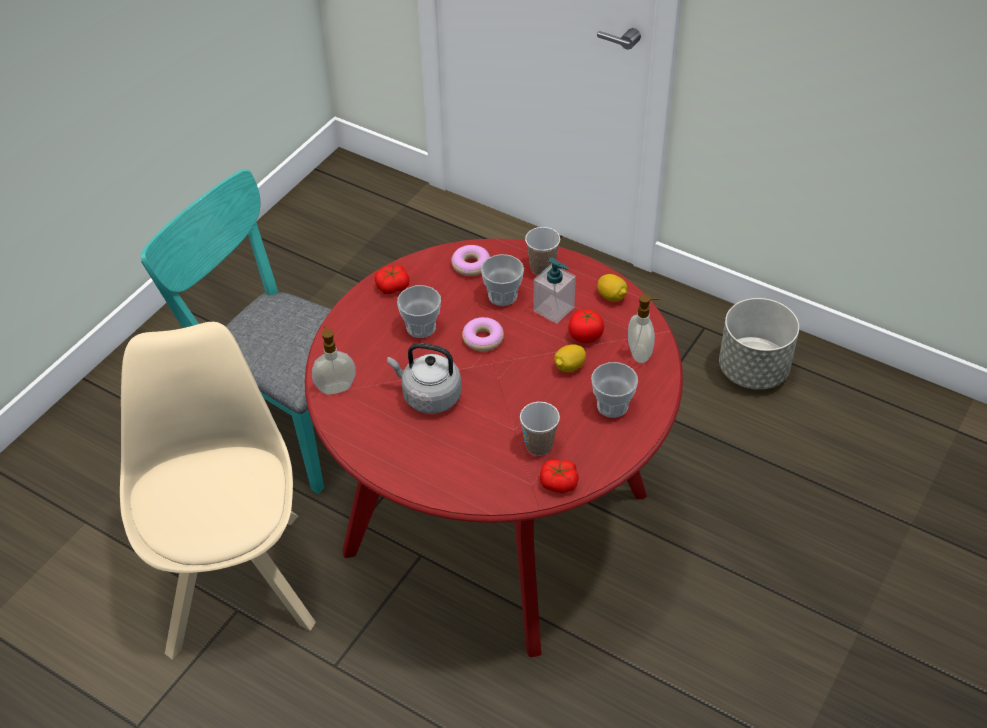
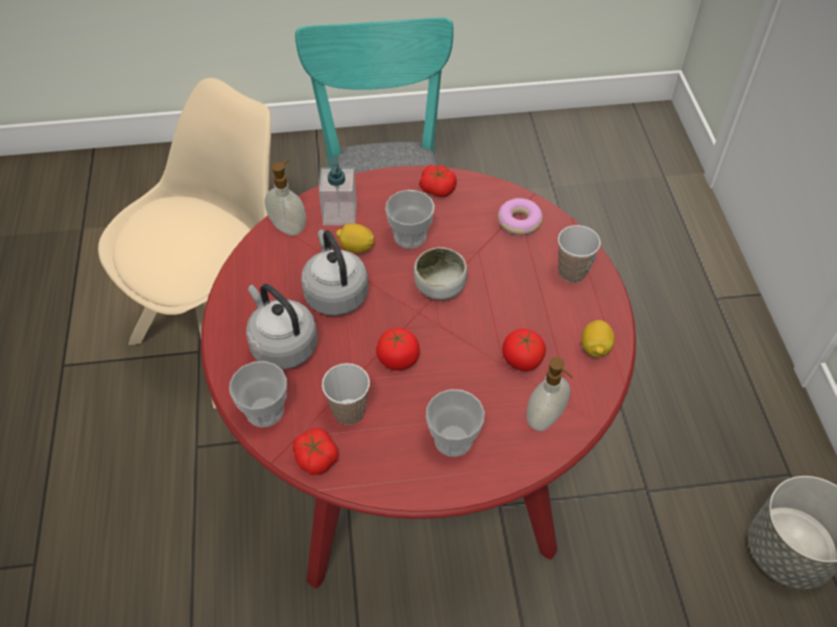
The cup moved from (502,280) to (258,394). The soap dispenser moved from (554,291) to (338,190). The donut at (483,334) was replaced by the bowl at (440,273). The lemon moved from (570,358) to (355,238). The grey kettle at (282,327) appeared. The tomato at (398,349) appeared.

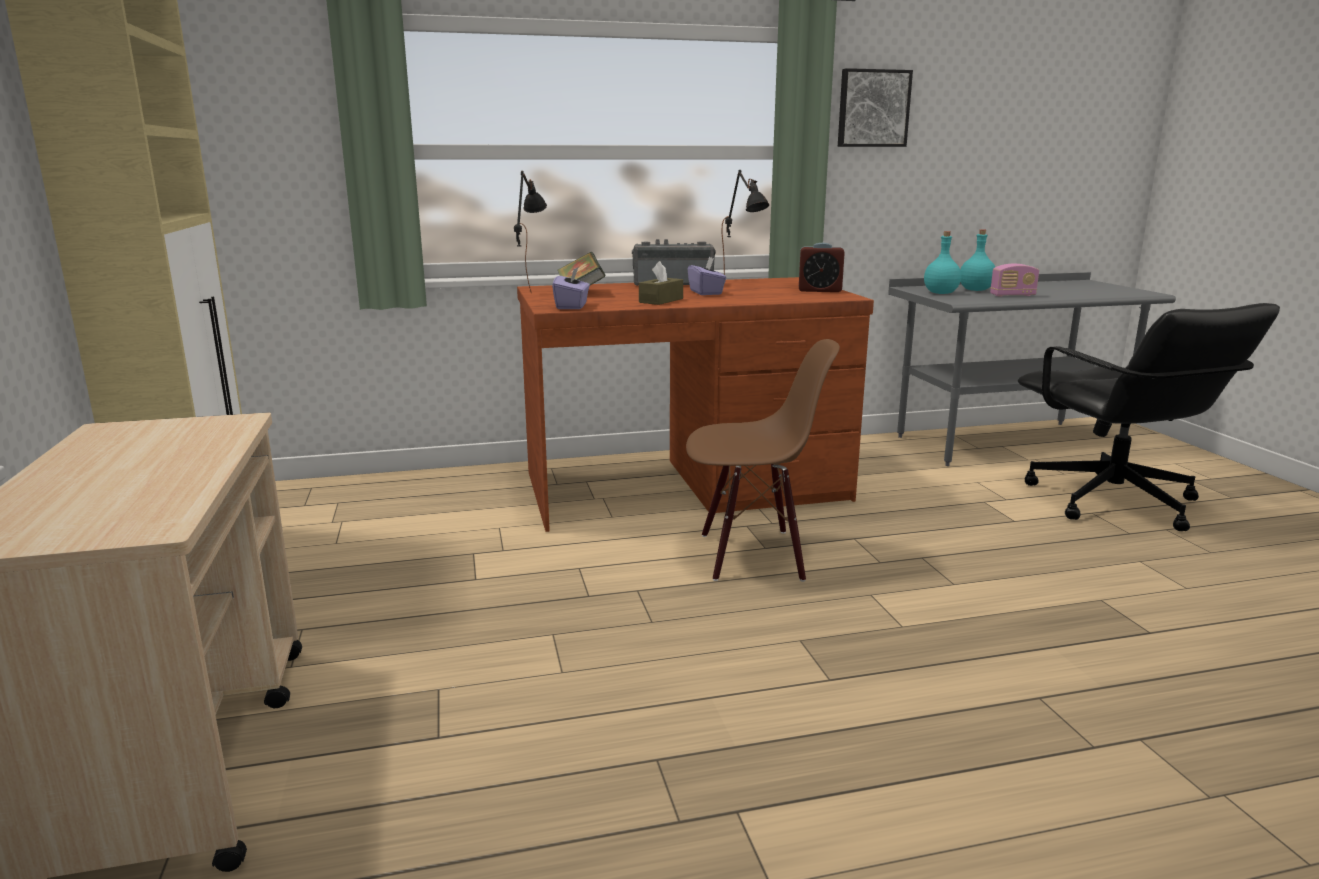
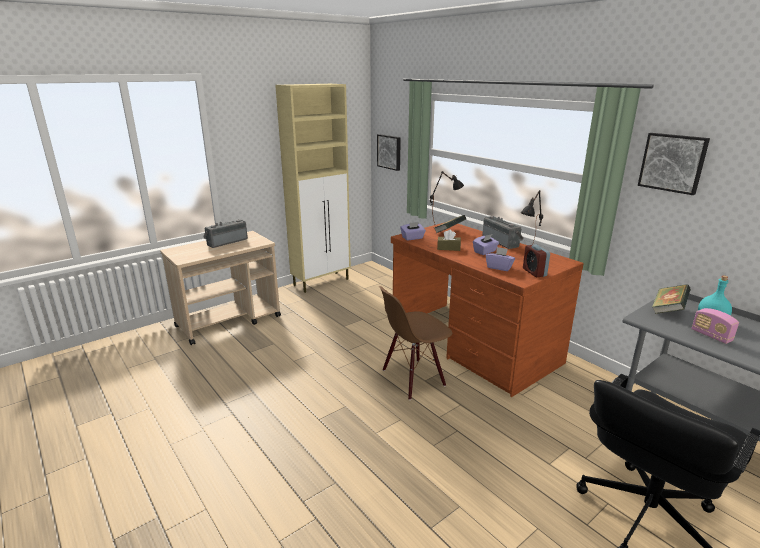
The turquoise bottle at (942,262) was replaced by the book at (671,299). The brown chair at (763,460) turned 90 degrees clockwise. The picture at (389,152) appeared. The radio at (225,233) appeared. The purple tissue box at (500,259) appeared.

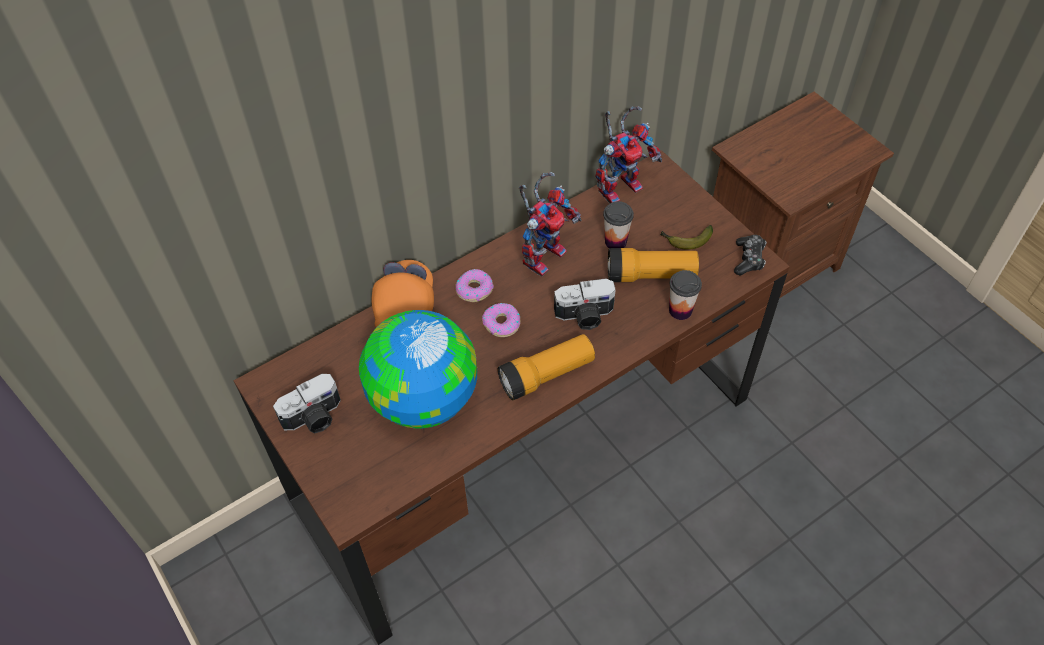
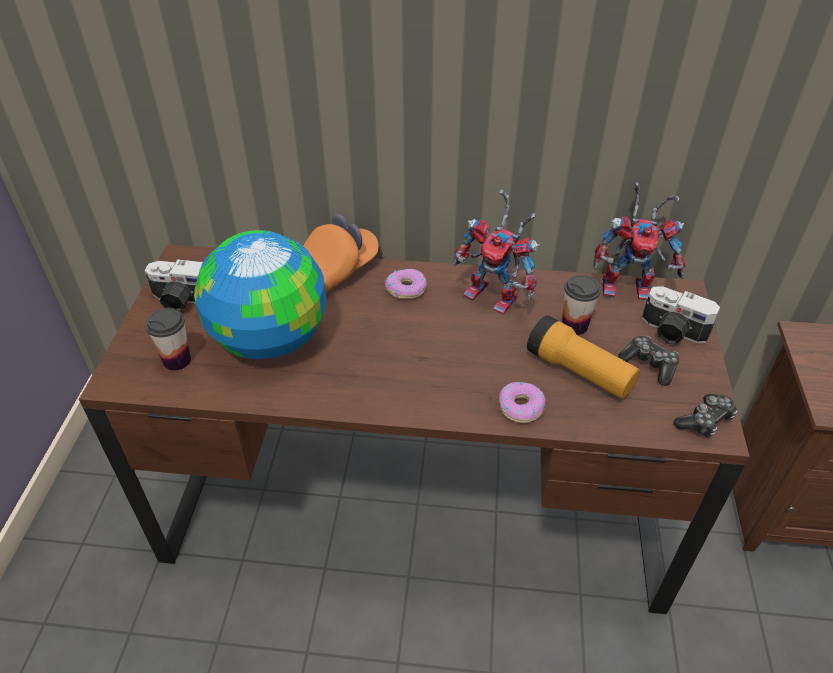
The toy robot at (550,224) turned 45 degrees clockwise. The banana at (686,237) was replaced by the game controller at (648,360). The cup moved from (685,295) to (168,339). The photo camera moved from (585,304) to (681,316). The donut moved from (501,320) to (522,402). The flashlight at (546,367) disappeared.

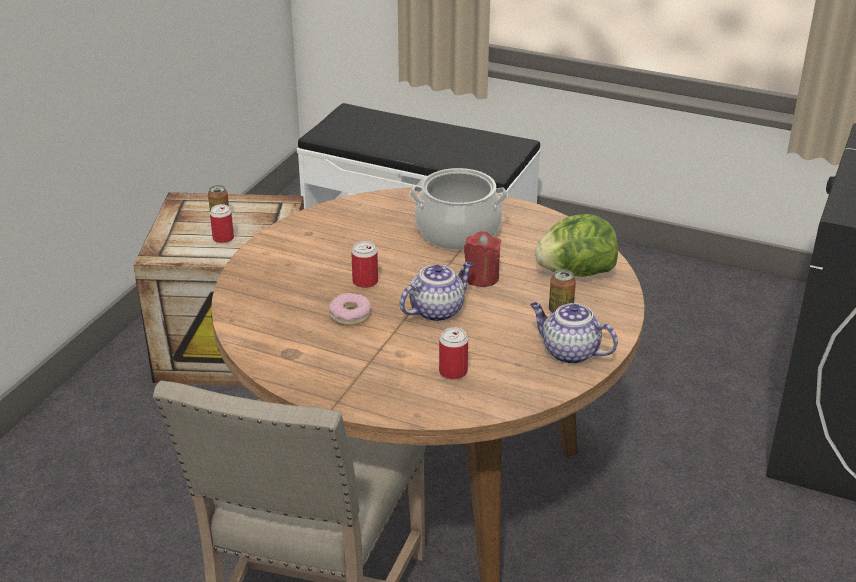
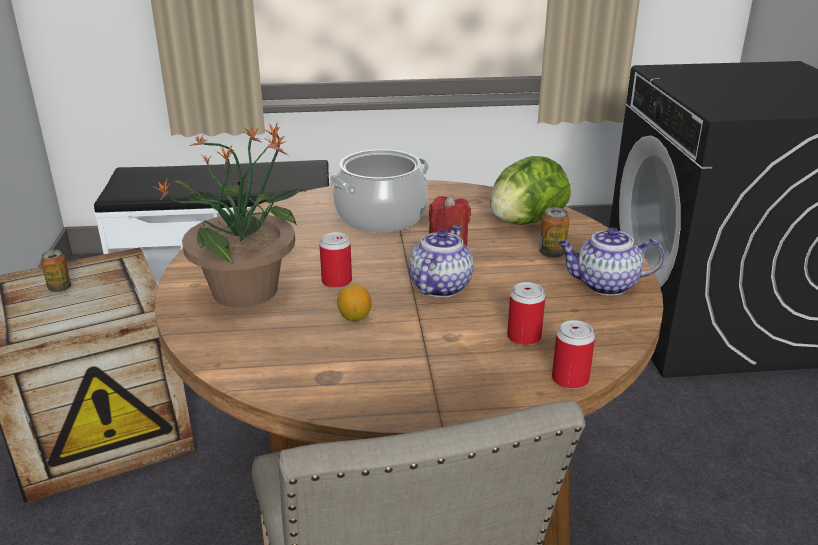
The can moved from (222,223) to (573,354). The donut at (350,309) was replaced by the lemon at (354,302). The potted plant at (229,215) appeared.

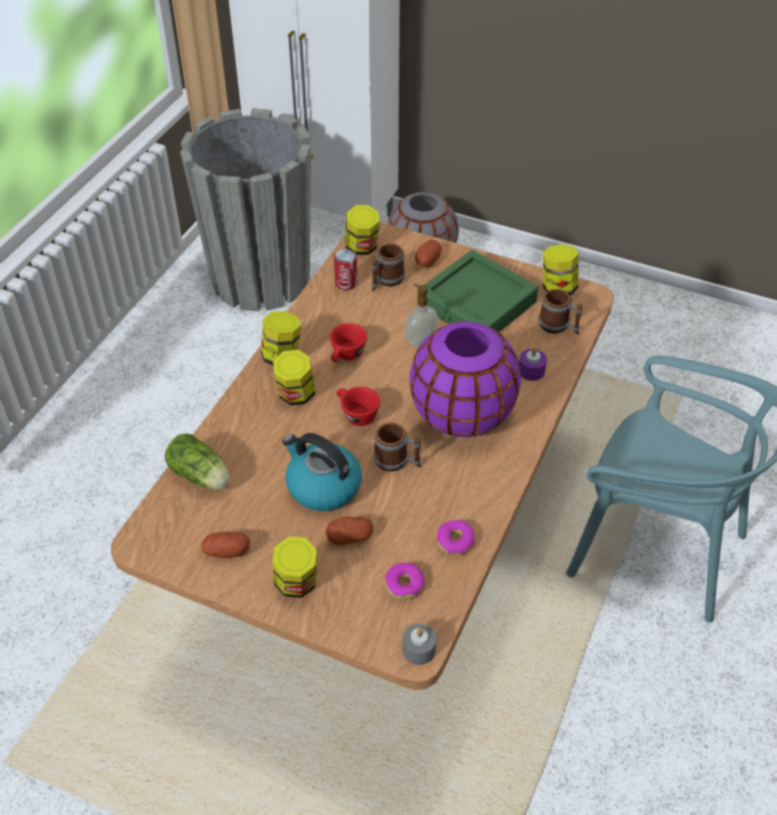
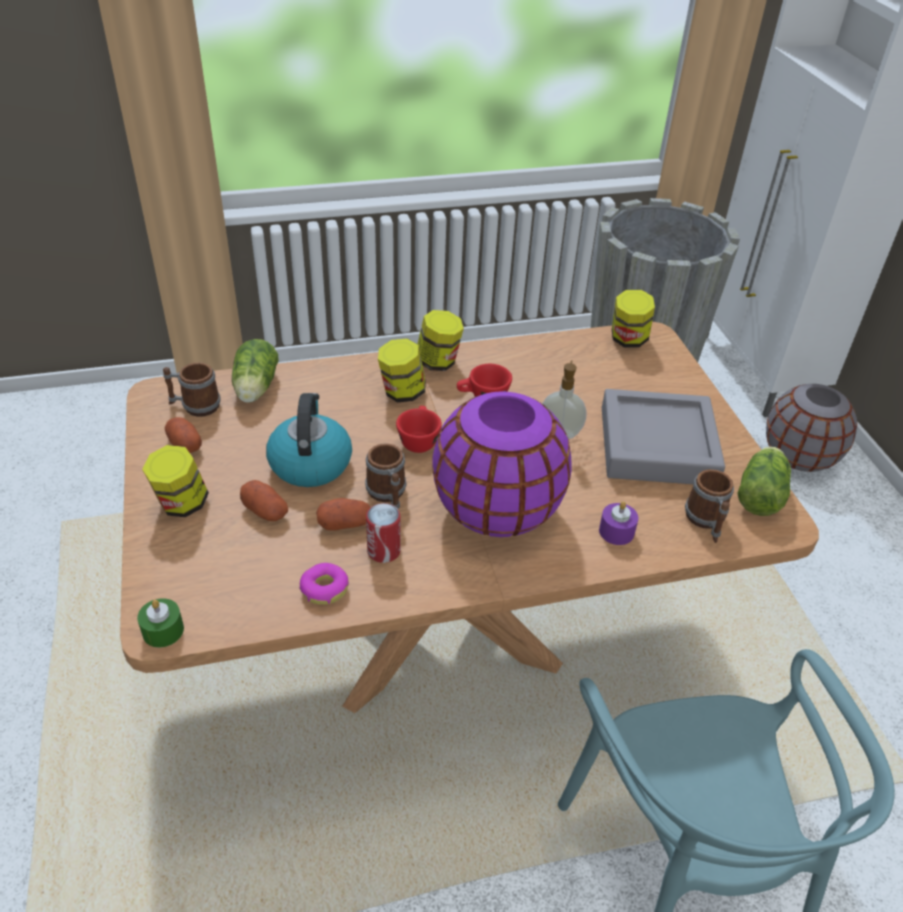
The potato moved from (428,254) to (343,514). The mug moved from (388,267) to (191,389). The jar at (561,269) was replaced by the lettuce at (764,481). The can moved from (345,269) to (383,533). The green tray at (477,291) became the grey tray at (663,436). The donut at (405,581) disappeared. The grey candle at (419,644) became the green candle at (160,623).

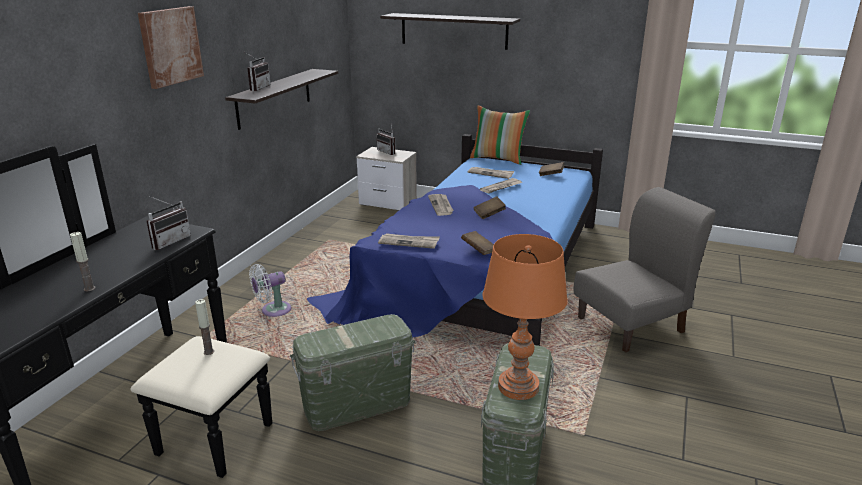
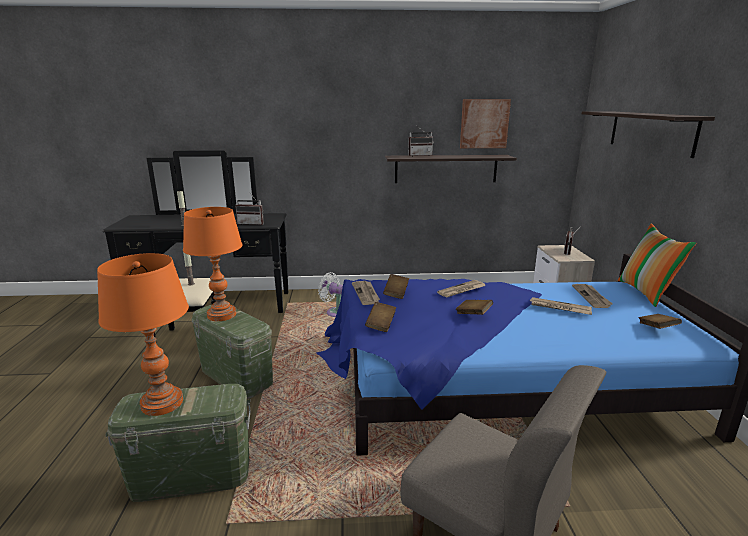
The picture moved from (171,47) to (485,123). The orange table lamp at (212,264) appeared. The brown book at (396,286) appeared.

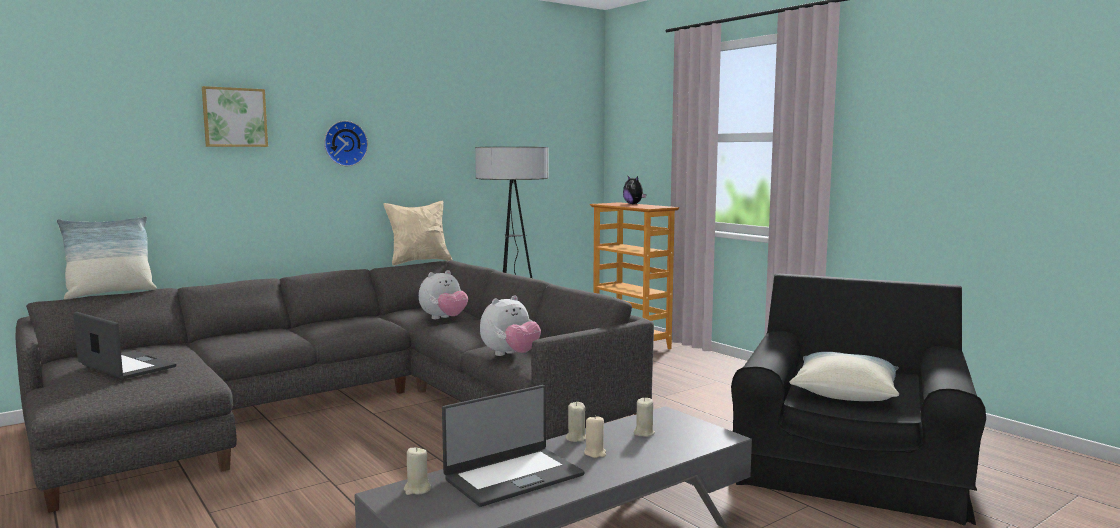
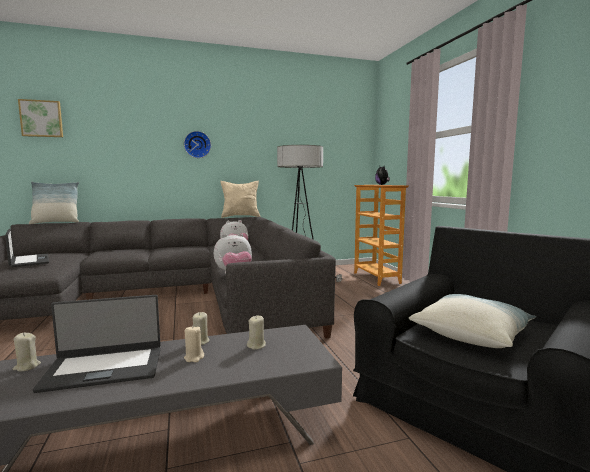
The picture moved from (235,116) to (40,118).

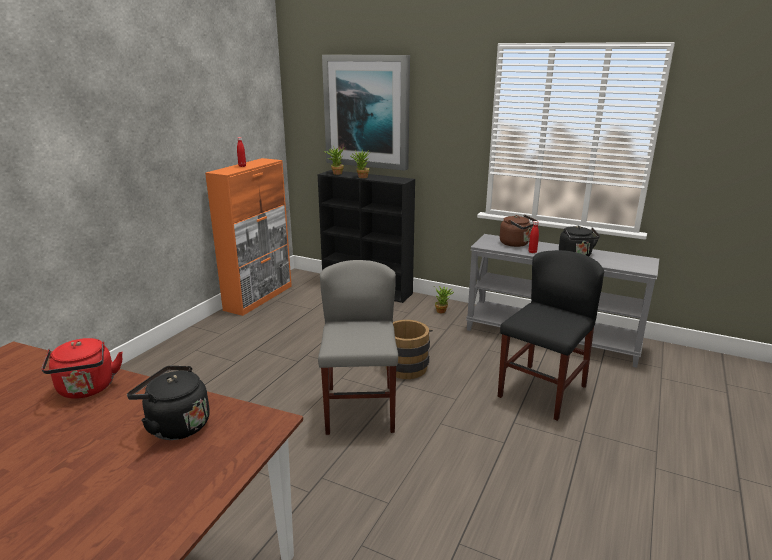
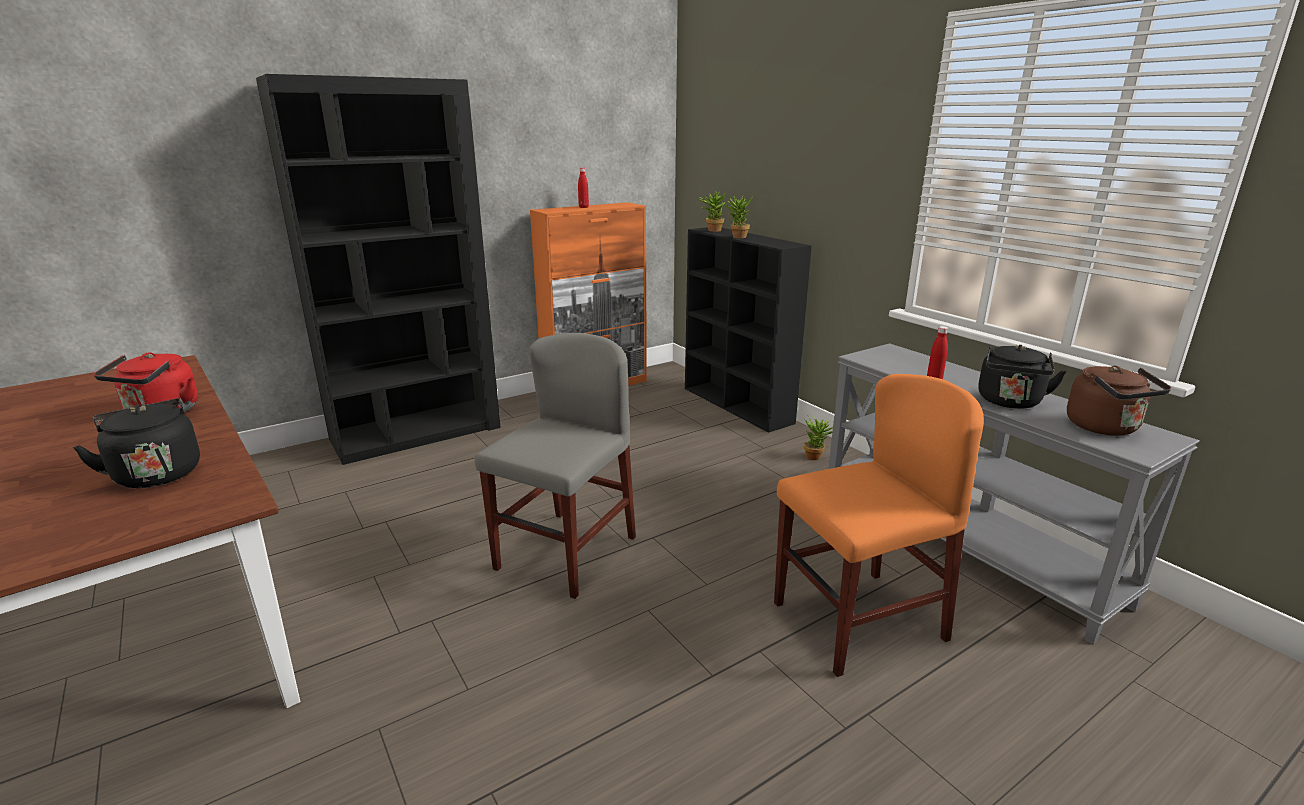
The picture at (366,113) disappeared. The brown kettle moved from (518,231) to (1119,401). The black chair at (551,335) became the orange chair at (879,525). The brown bucket at (409,349) disappeared. The black bookcase at (378,269) appeared.

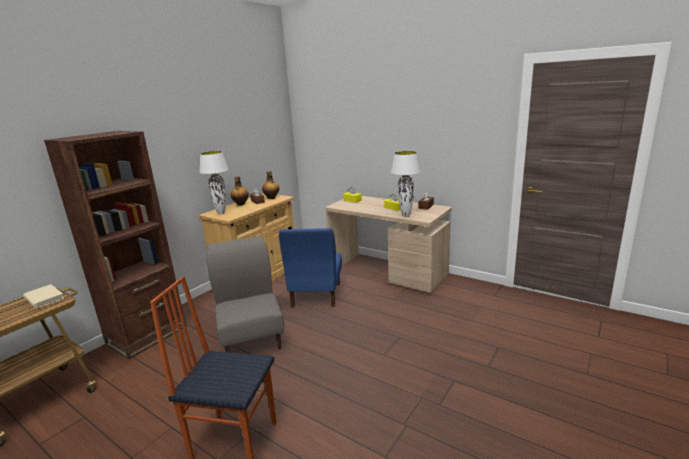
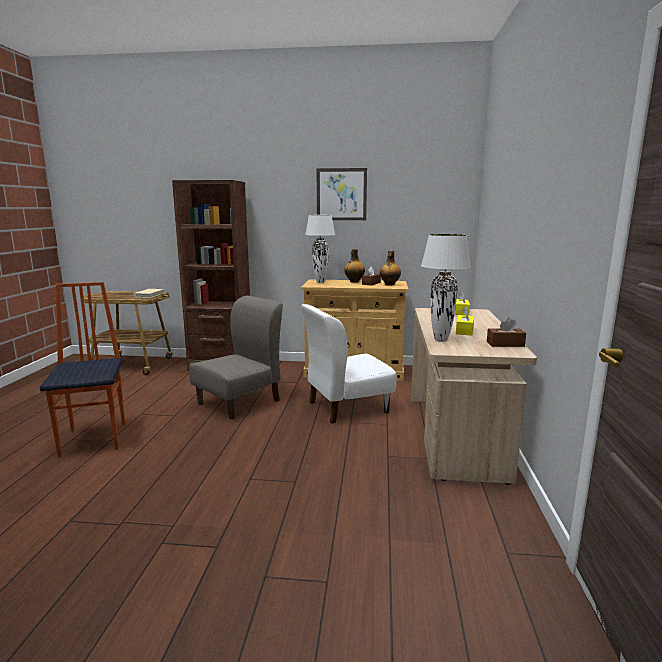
The blue chair at (310,268) became the white chair at (349,364). The picture at (342,194) appeared.

